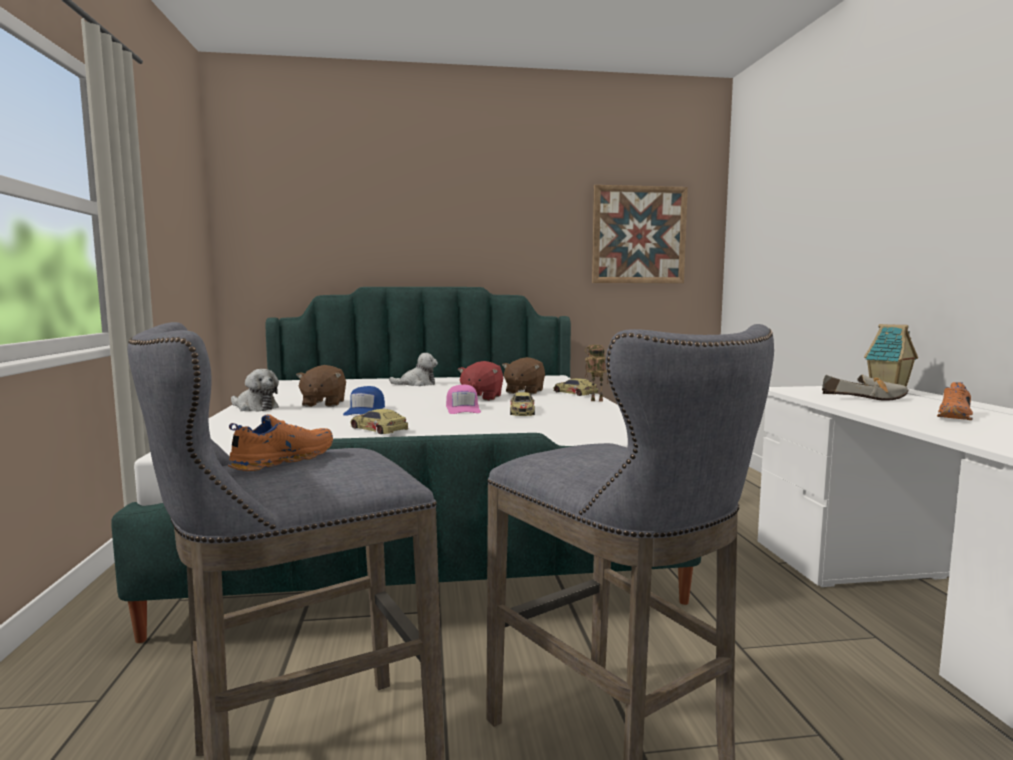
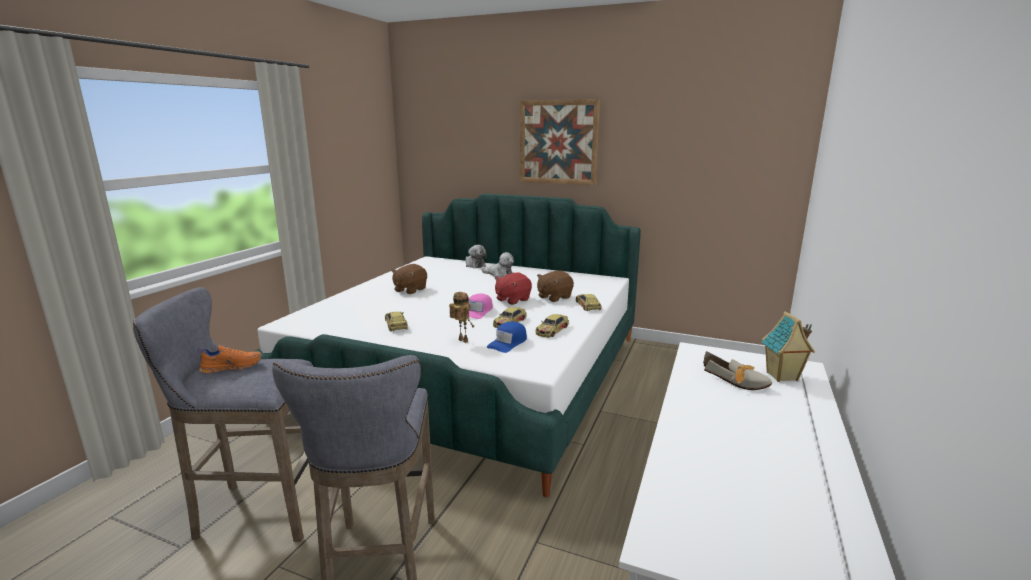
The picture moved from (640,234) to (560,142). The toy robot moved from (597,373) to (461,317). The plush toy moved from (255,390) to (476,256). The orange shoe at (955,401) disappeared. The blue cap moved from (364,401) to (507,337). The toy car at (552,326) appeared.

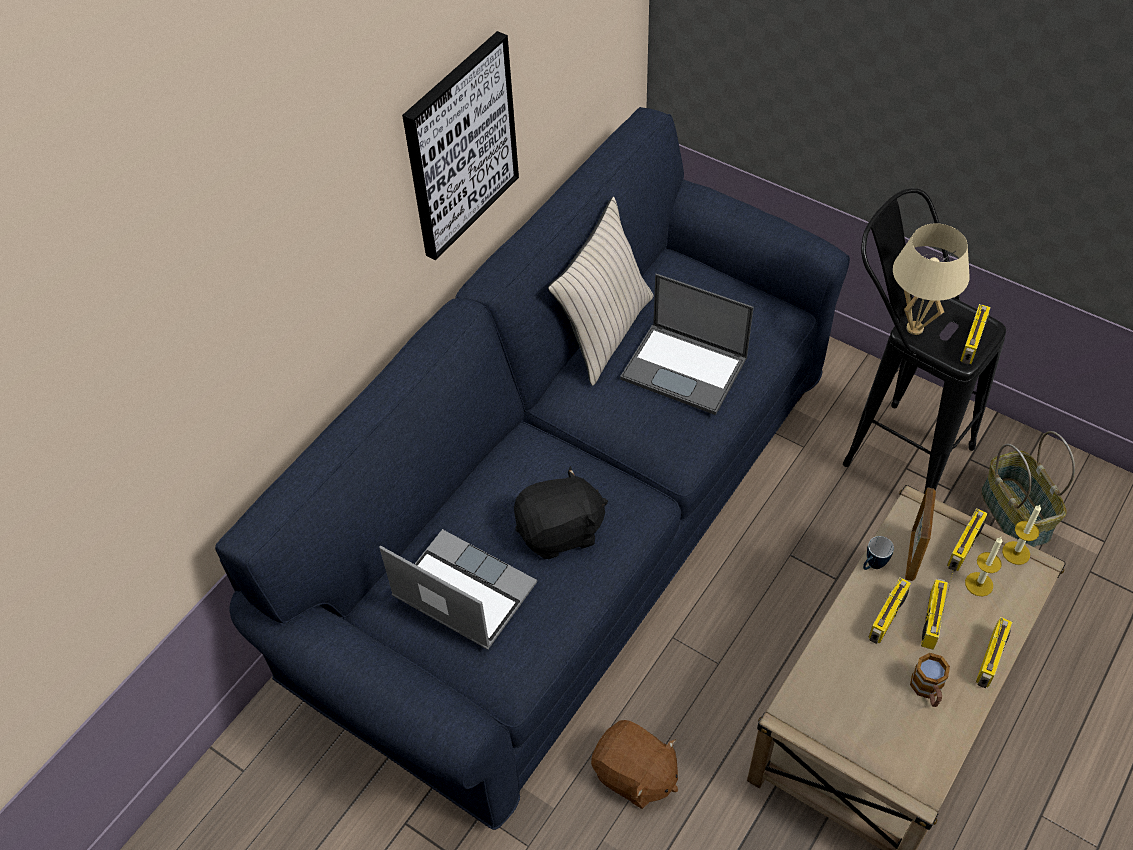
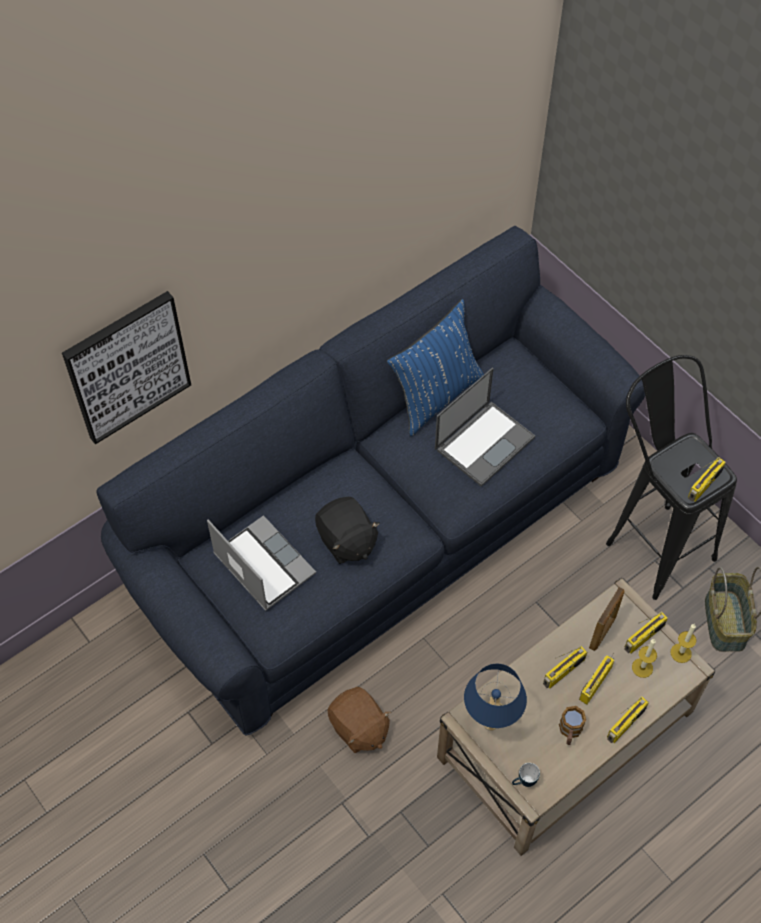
The picture moved from (460,146) to (126,367). The beige pillow at (601,291) became the blue pillow at (435,367). The beige table lamp at (931,279) disappeared. The laptop at (687,344) turned 90 degrees counterclockwise. The black plush toy at (561,512) turned 60 degrees clockwise. The mug moved from (878,553) to (526,775). The blue table lamp at (495,697) appeared.

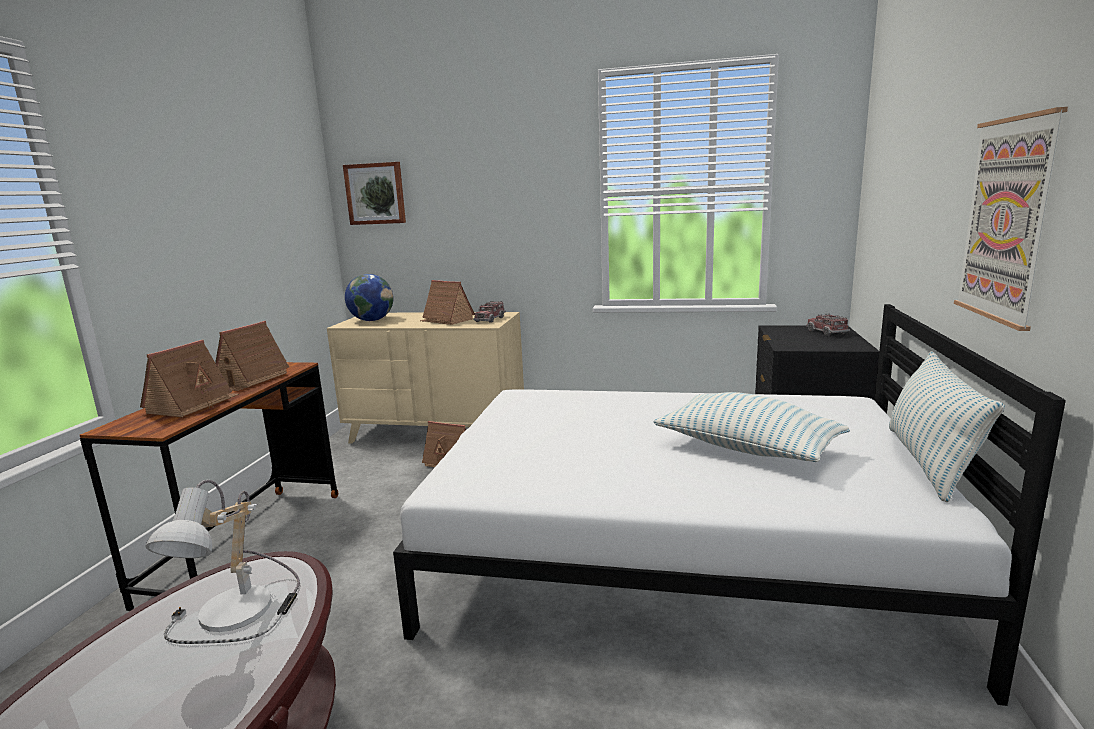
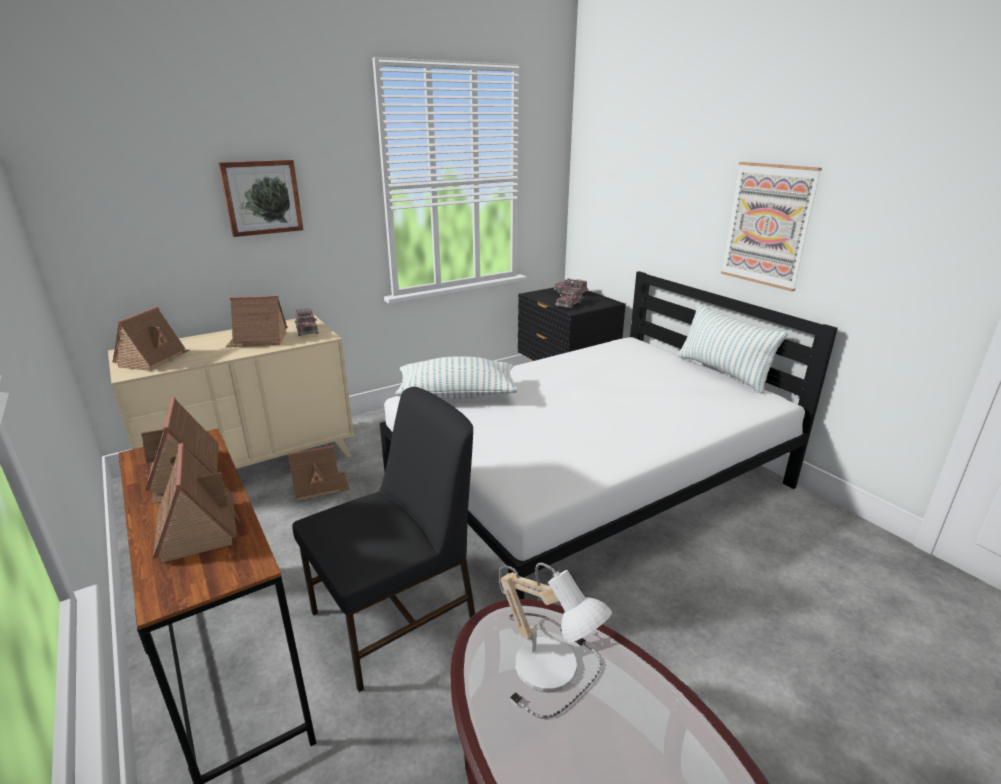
The picture moved from (374,193) to (260,198). The globe at (369,297) was replaced by the toy house at (151,338). The pillow moved from (751,427) to (456,377). The toy truck at (569,298) appeared. The black chair at (383,539) appeared.

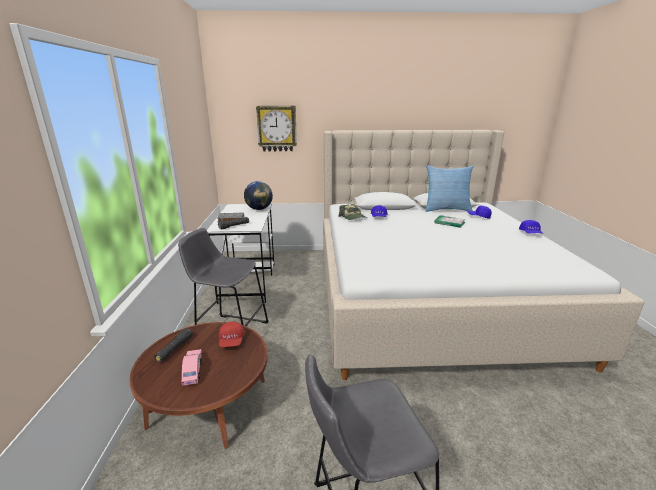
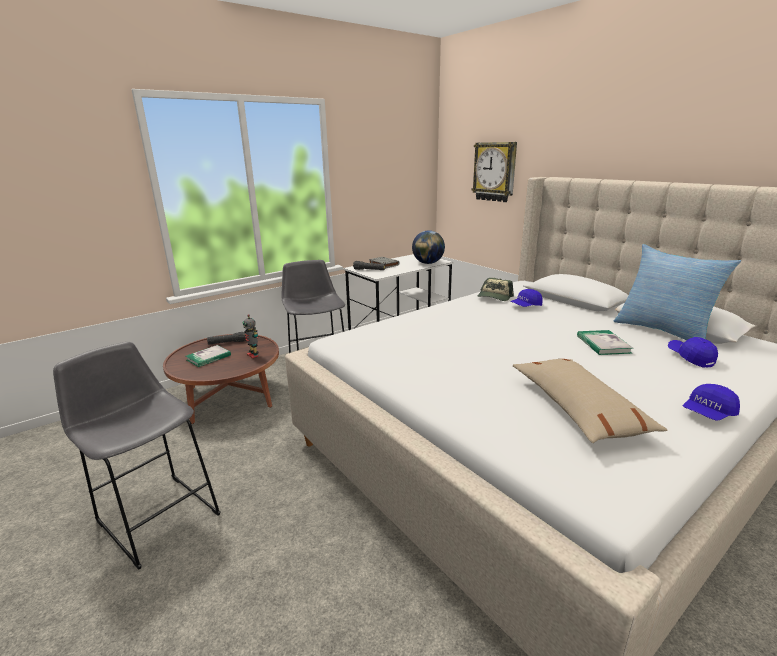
The red cap at (231,334) was replaced by the toy robot at (251,336). The pink toy car at (192,367) was replaced by the book at (208,356). The beige pillow at (590,401) appeared.

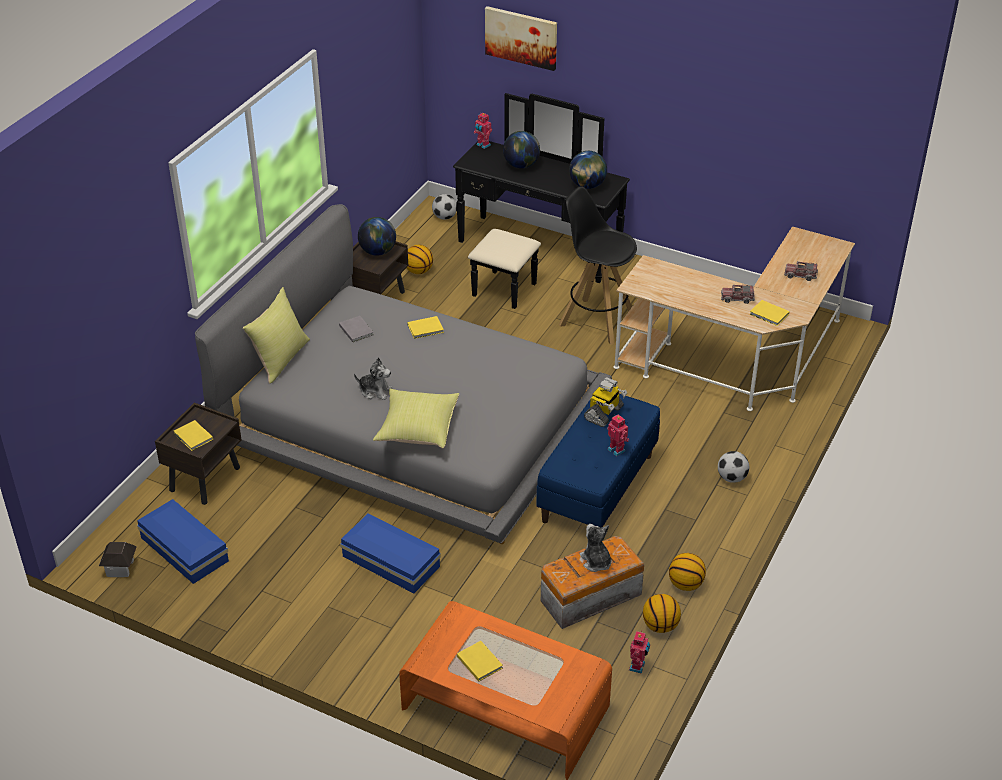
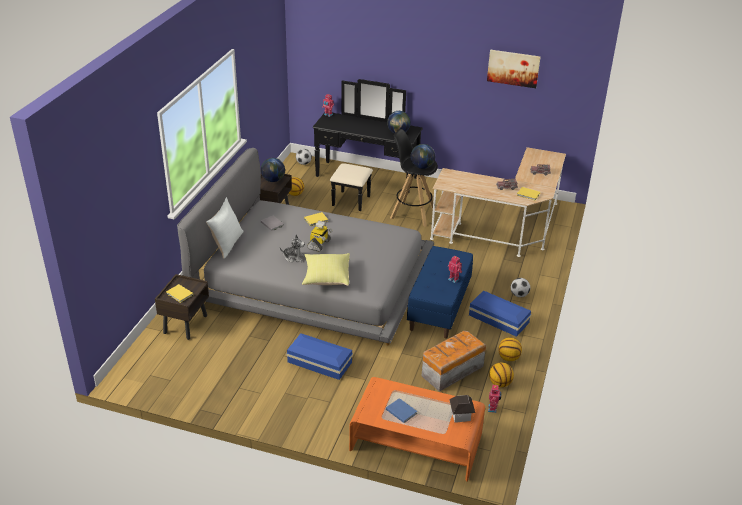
The picture moved from (521,38) to (514,69). The globe moved from (521,149) to (423,156). The yellow pillow at (276,335) became the white pillow at (225,228). The toy robot moved from (605,402) to (320,236). The blue storage box moved from (183,541) to (500,313). The plush toy at (595,548) disappeared. The toy house moved from (118,559) to (462,408). The yellow book at (480,661) became the blue book at (401,410).

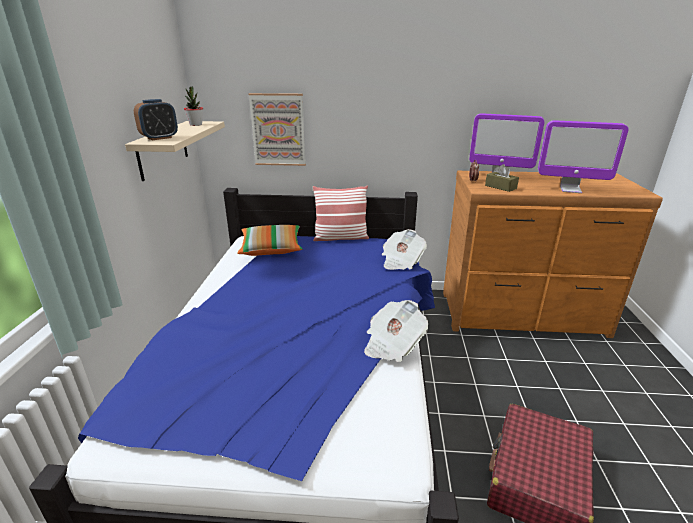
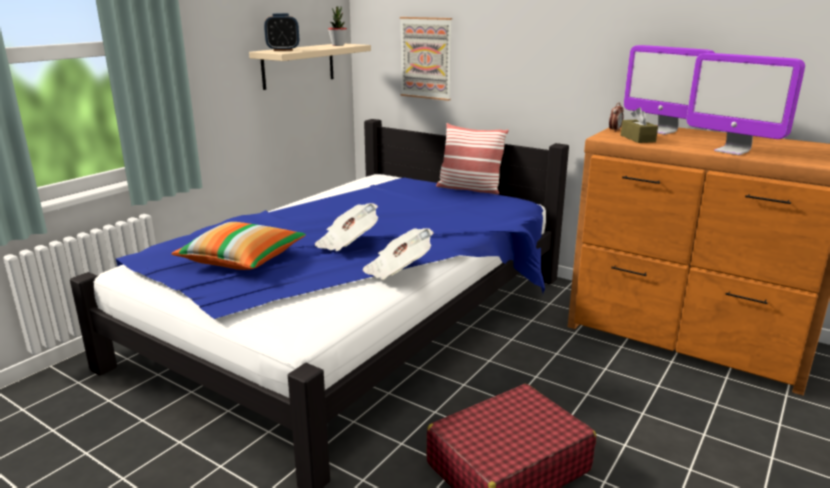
The pillow moved from (269,240) to (238,246). The newspaper moved from (404,249) to (346,227).

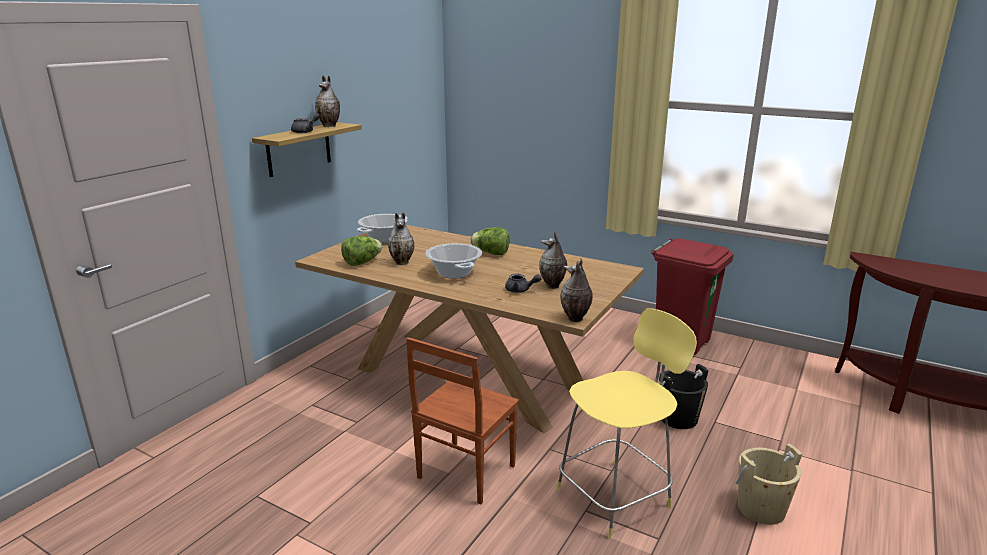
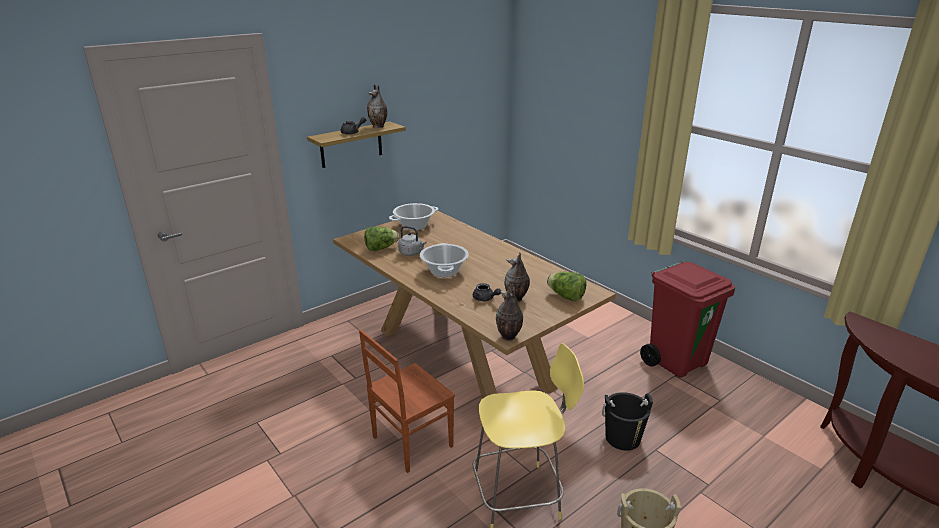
The vase at (401,239) was replaced by the grey kettle at (412,241). The lettuce moved from (489,241) to (567,287).

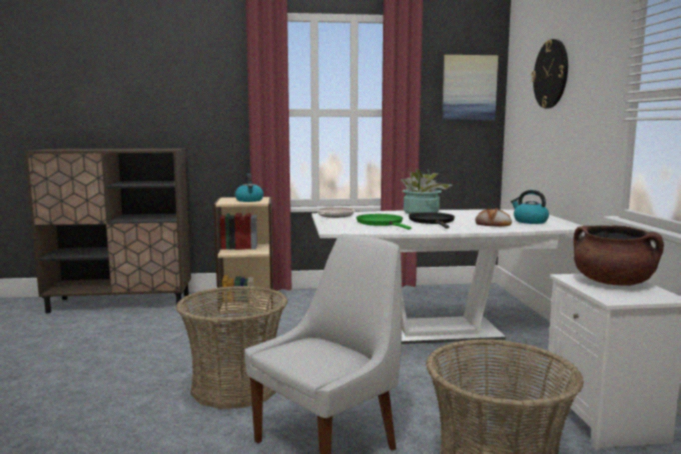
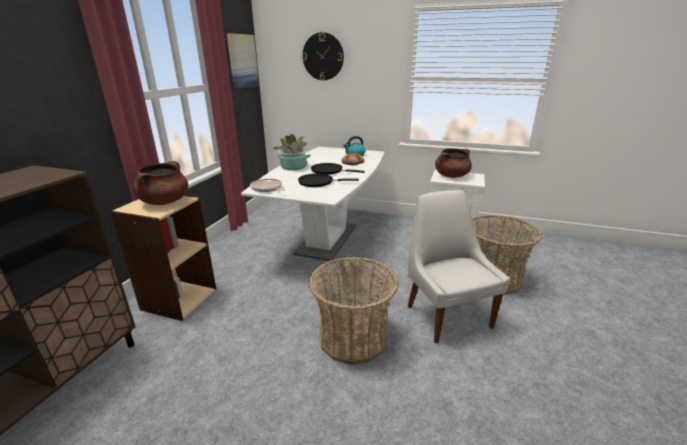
The kettle at (249,187) was replaced by the brown cooking pot at (160,183). The green frying pan at (383,222) became the black frying pan at (328,180).

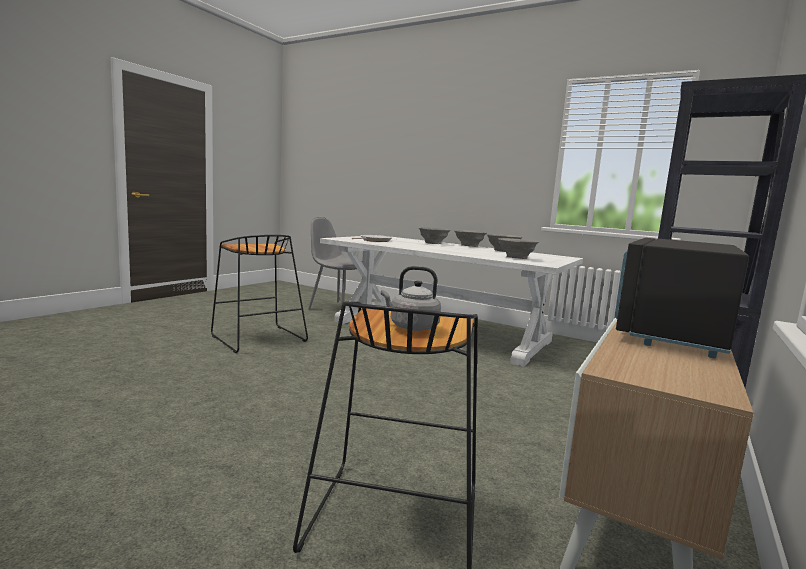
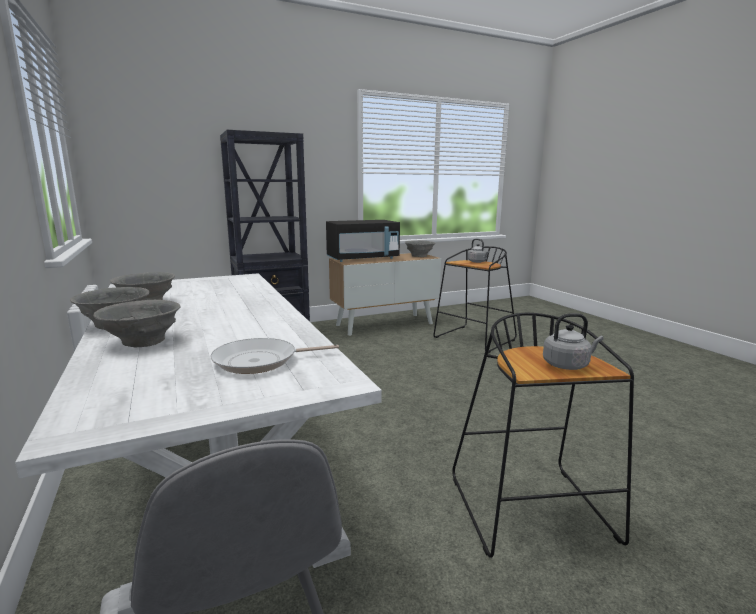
The grey bowl moved from (518,248) to (420,248). The grey kettle at (573,341) appeared.

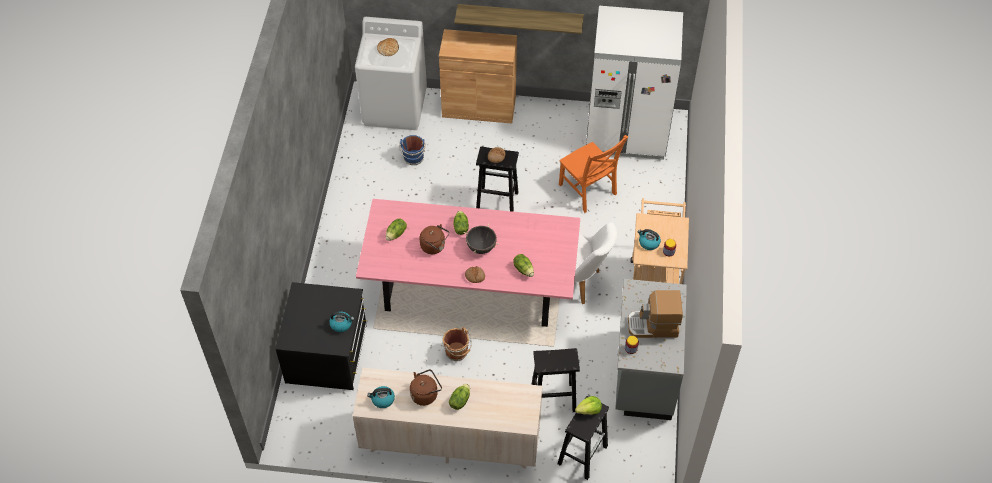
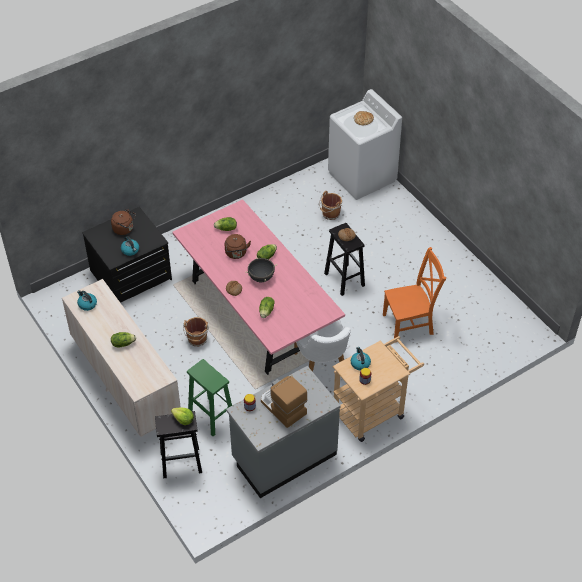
The shelf at (519,19) disappeared. The white fridge at (634,83) disappeared. The brown cabinet at (478,76) disappeared. The blue bucket at (412,150) became the brown bucket at (331,205). The orange chair at (593,174) turned 120 degrees counterclockwise. The black stool at (555,380) became the green stool at (209,397). The brown kettle moved from (426,387) to (123,222).

